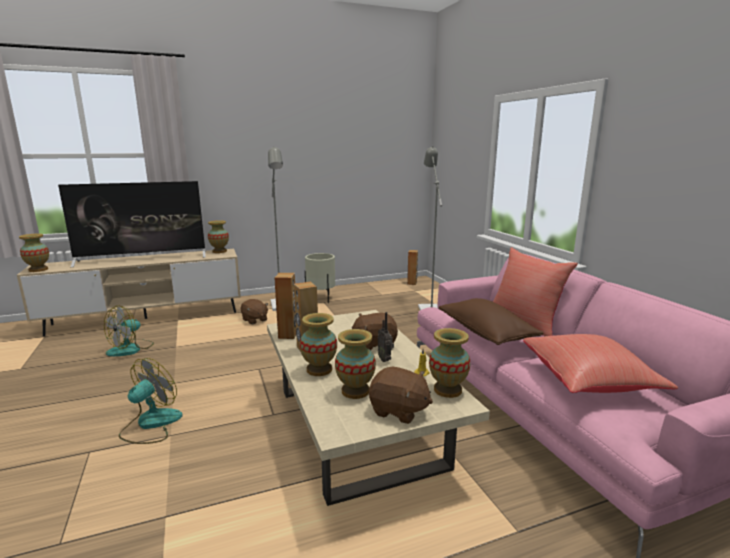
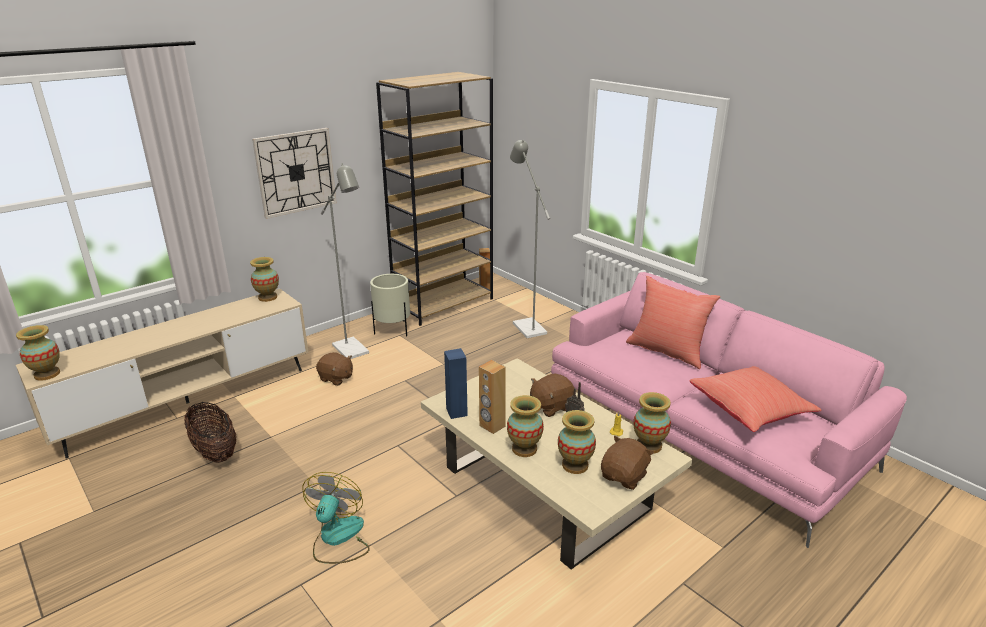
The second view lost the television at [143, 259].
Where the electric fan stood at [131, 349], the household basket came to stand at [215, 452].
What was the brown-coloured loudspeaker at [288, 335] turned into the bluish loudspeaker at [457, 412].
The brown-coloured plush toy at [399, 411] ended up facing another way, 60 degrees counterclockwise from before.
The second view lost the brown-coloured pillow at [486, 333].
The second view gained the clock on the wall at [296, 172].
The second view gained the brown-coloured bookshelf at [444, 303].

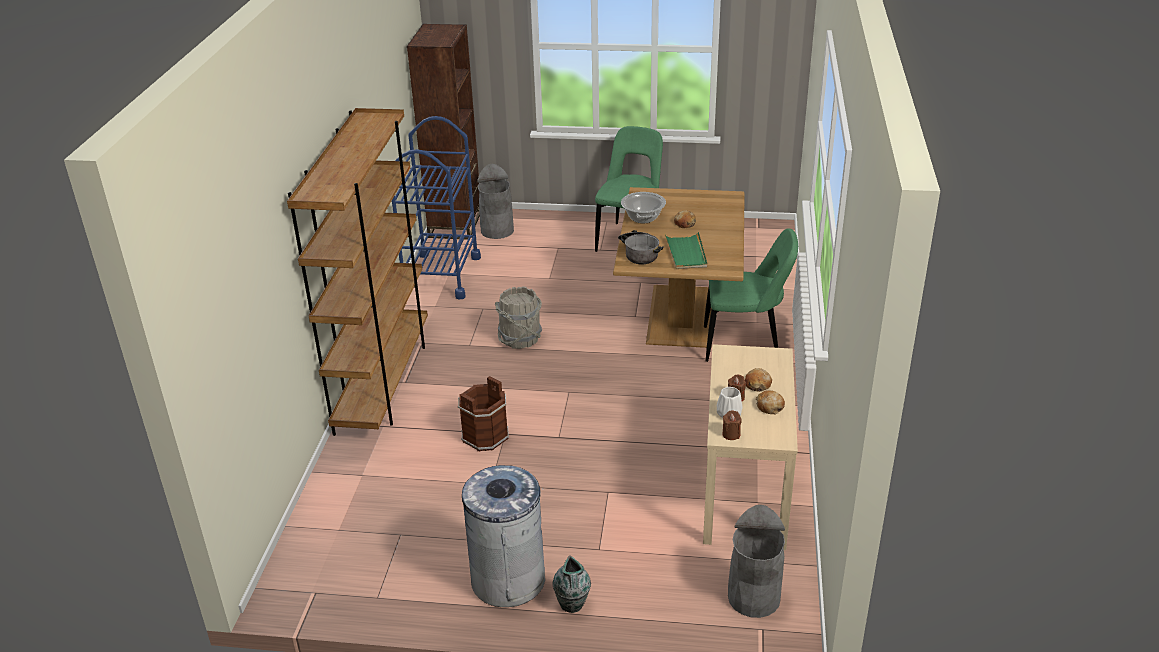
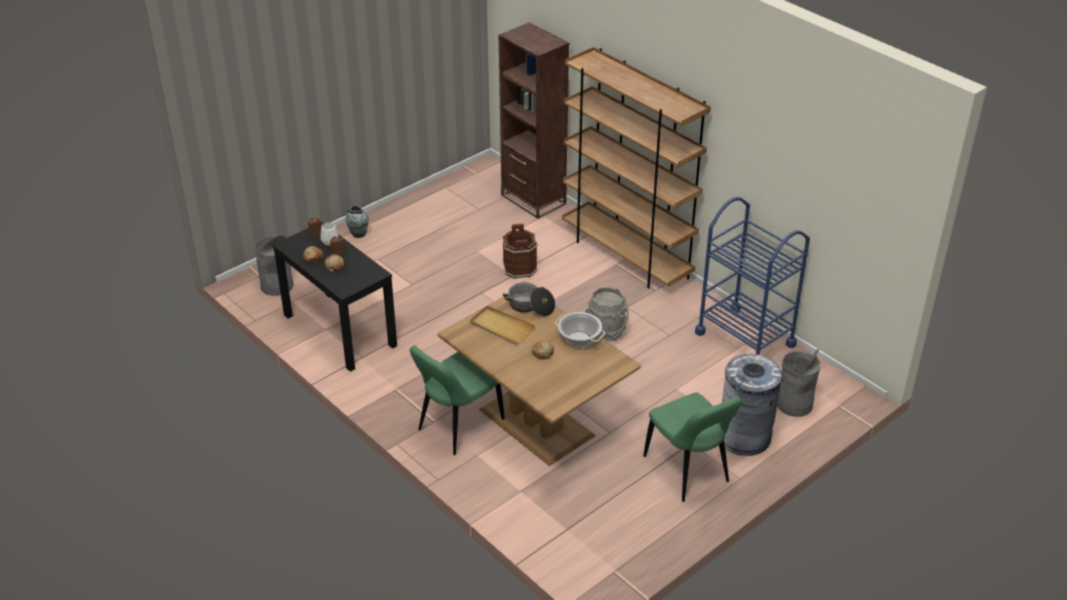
The brown-coloured bookshelf ended up elsewhere, having gone from [455, 224] to [533, 199].
The gray waste bin ended up elsewhere, having gone from [508, 579] to [744, 437].
What was the greenish carrying tray at [686, 253] turned into the beige-coloured carrying tray at [501, 327].
What was the beige-coloured narrow table at [745, 491] turned into the black narrow table at [339, 330].

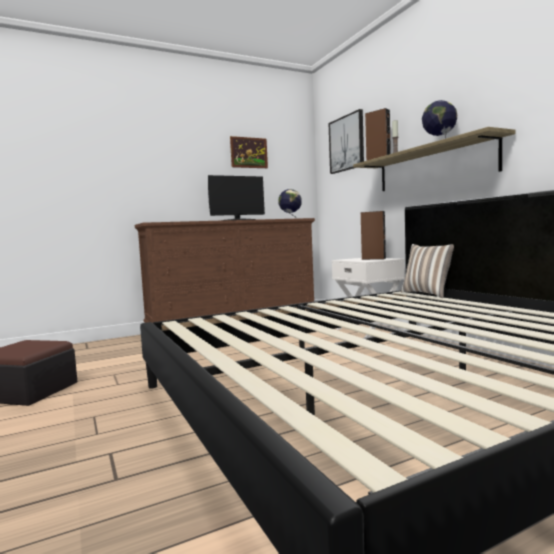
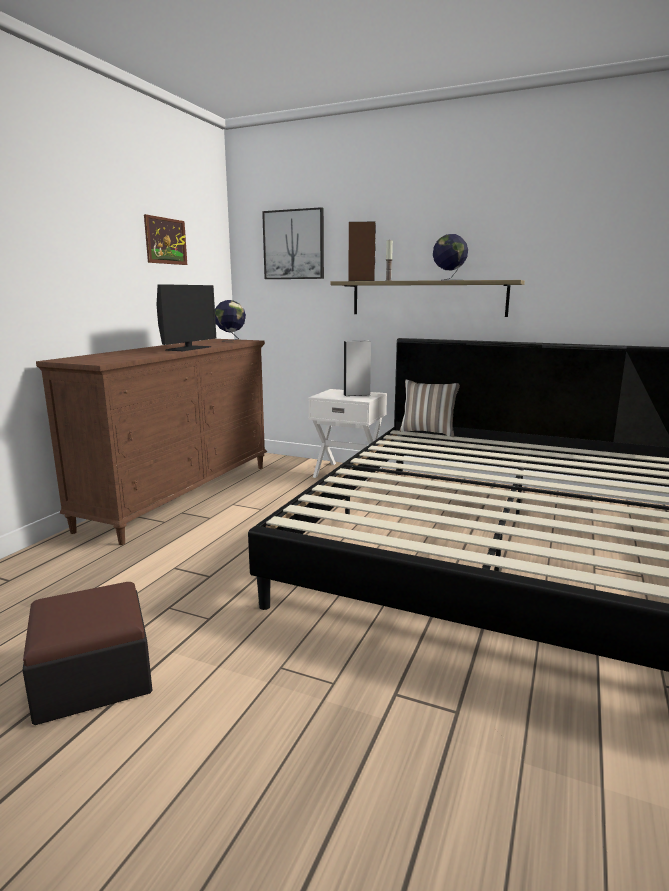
What was the brown-coloured loudspeaker at [373, 259] turned into the white loudspeaker at [356, 394].

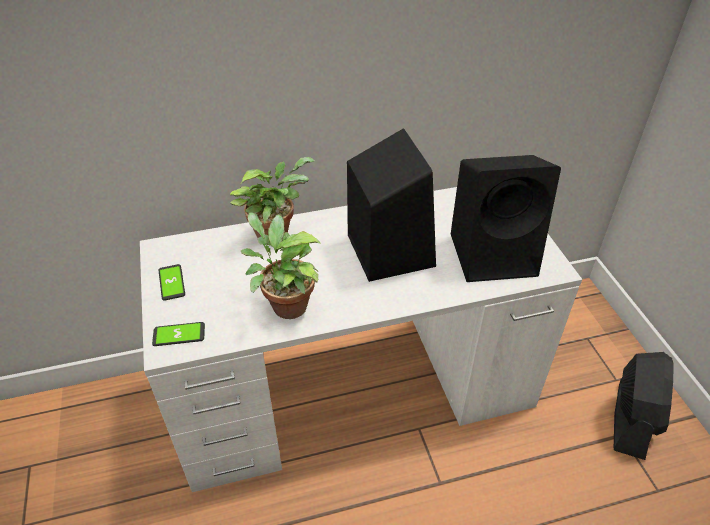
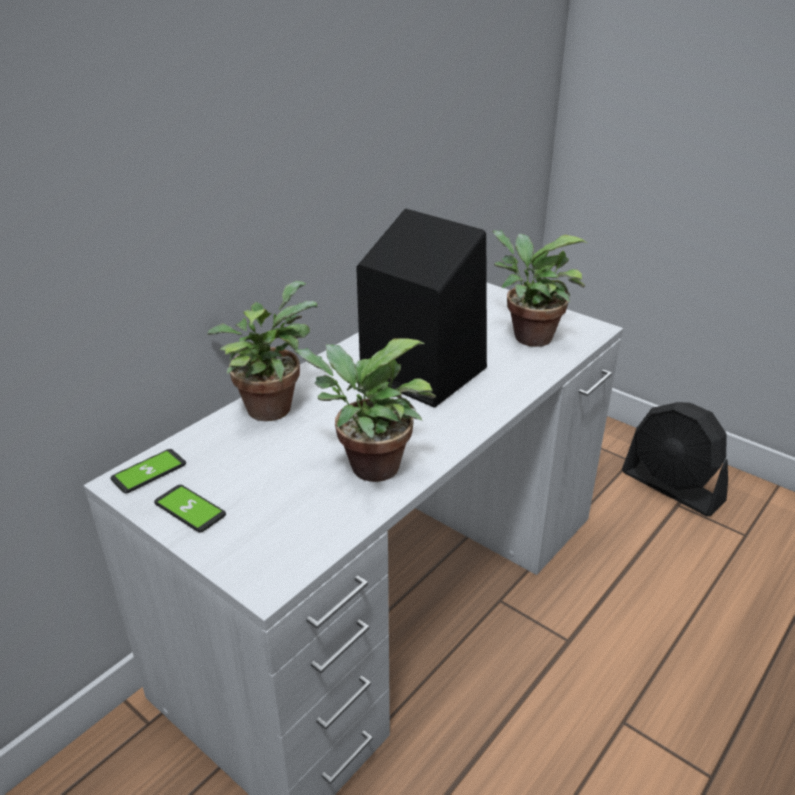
The telephone ended up elsewhere, having gone from [179, 334] to [149, 472].
Where the black loudspeaker stood at [495, 254], the houseplant came to stand at [527, 336].
The black electric fan at [631, 419] ended up facing another way, 150 degrees clockwise from before.

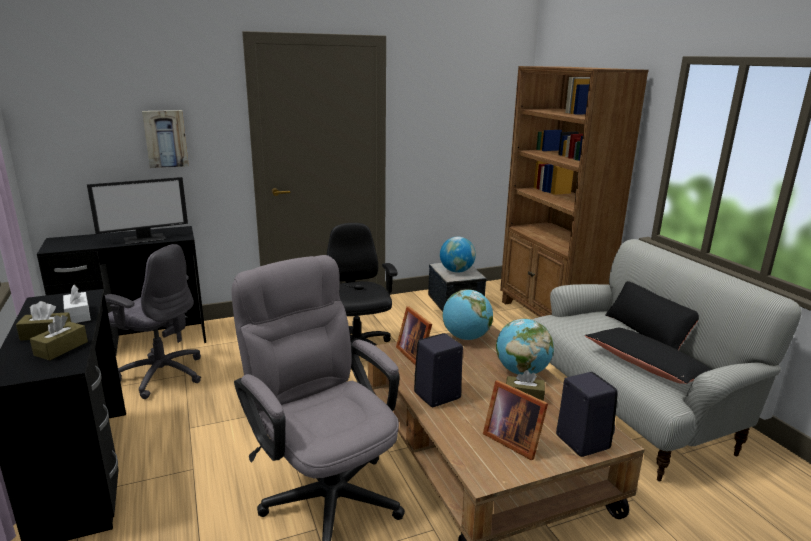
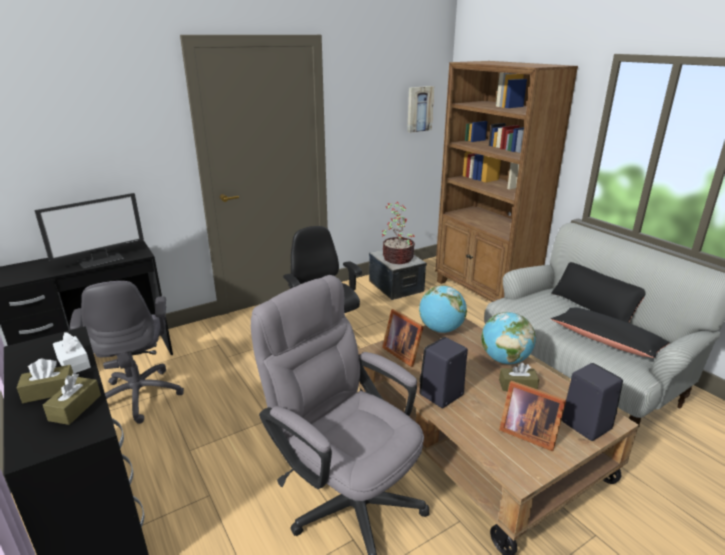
The gray desk chair at [162, 374] ended up facing another way, 60 degrees clockwise from before.
The picture ended up elsewhere, having gone from [166, 138] to [419, 109].
Where the desk globe stood at [456, 271], the houseplant came to stand at [397, 258].

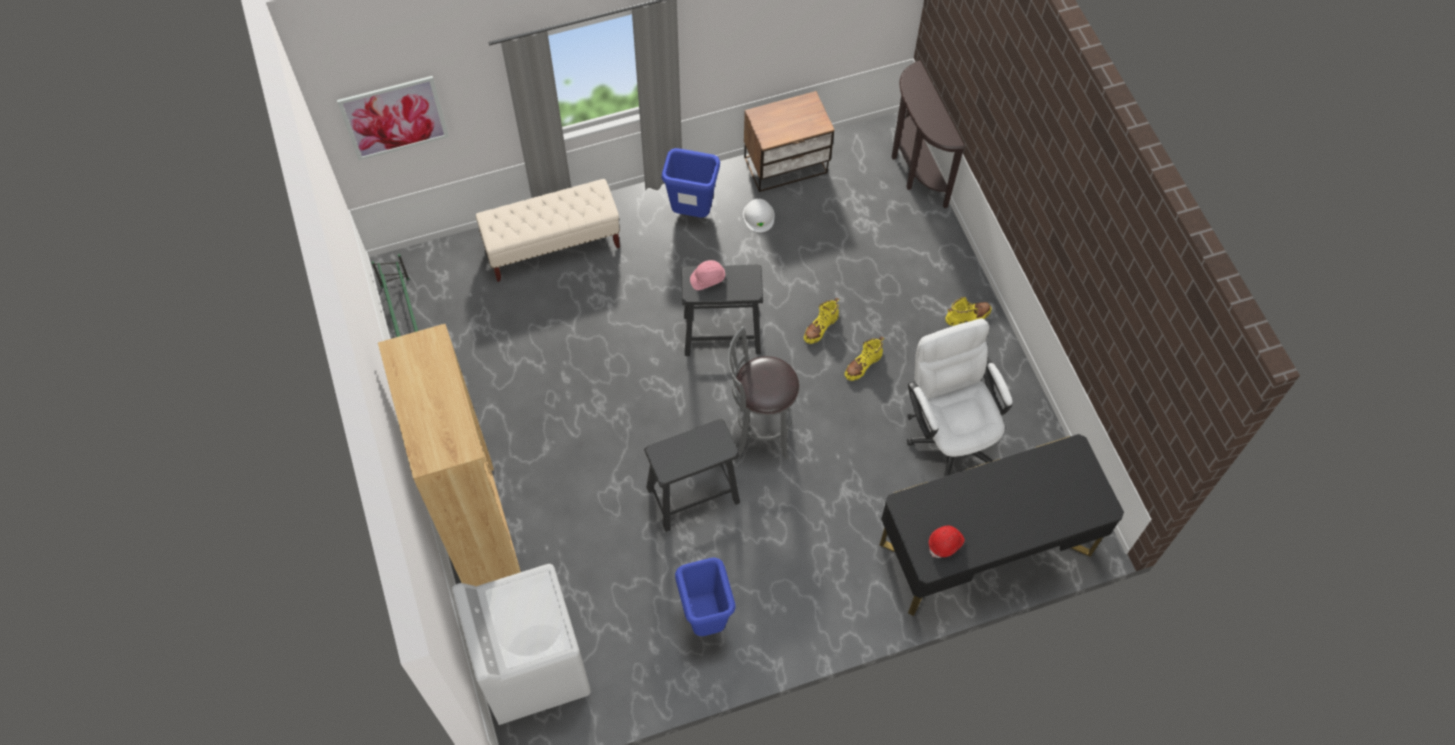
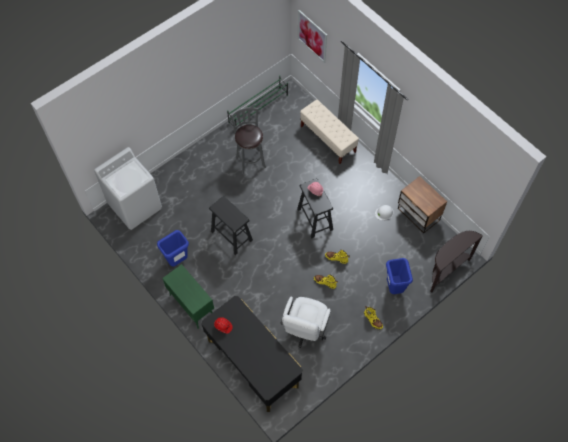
The second view lost the brown-coloured bookshelf at [479, 525].
The bluish waste bin ended up elsewhere, having gone from [692, 213] to [394, 288].
The gray sitting stool ended up elsewhere, having gone from [759, 432] to [250, 160].
The white desk chair at [949, 433] ended up facing another way, 150 degrees clockwise from before.
The second view gained the greenish cabinet at [191, 305].

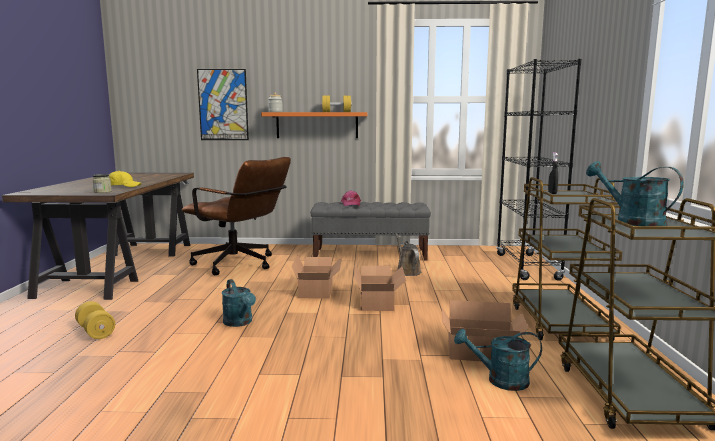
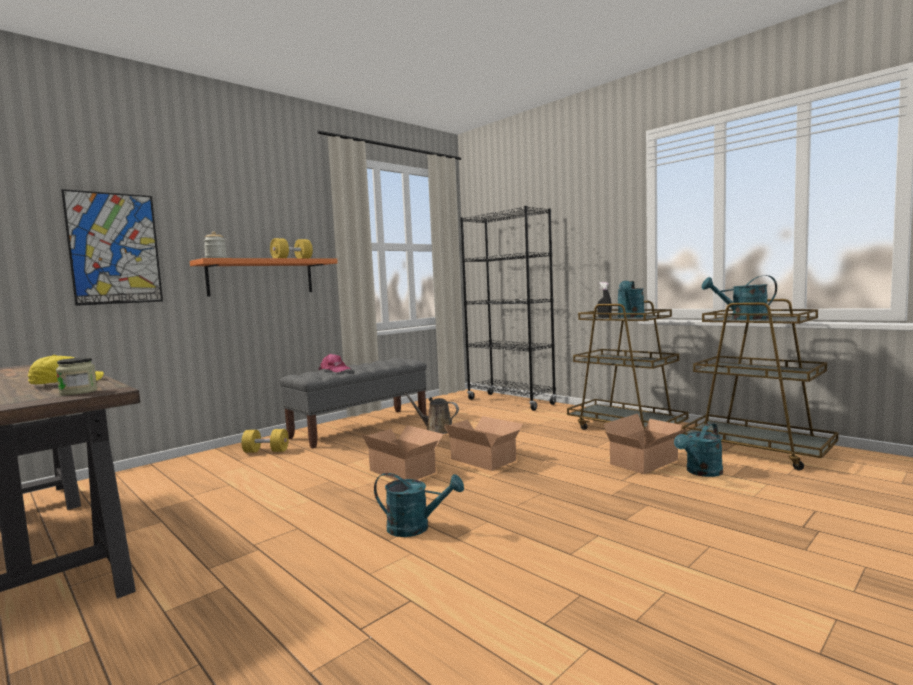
The yellow dumbbell ended up elsewhere, having gone from [96, 331] to [266, 451].
The second view lost the brown-coloured desk chair at [240, 265].
The second view gained the turquoise watering can at [630, 317].

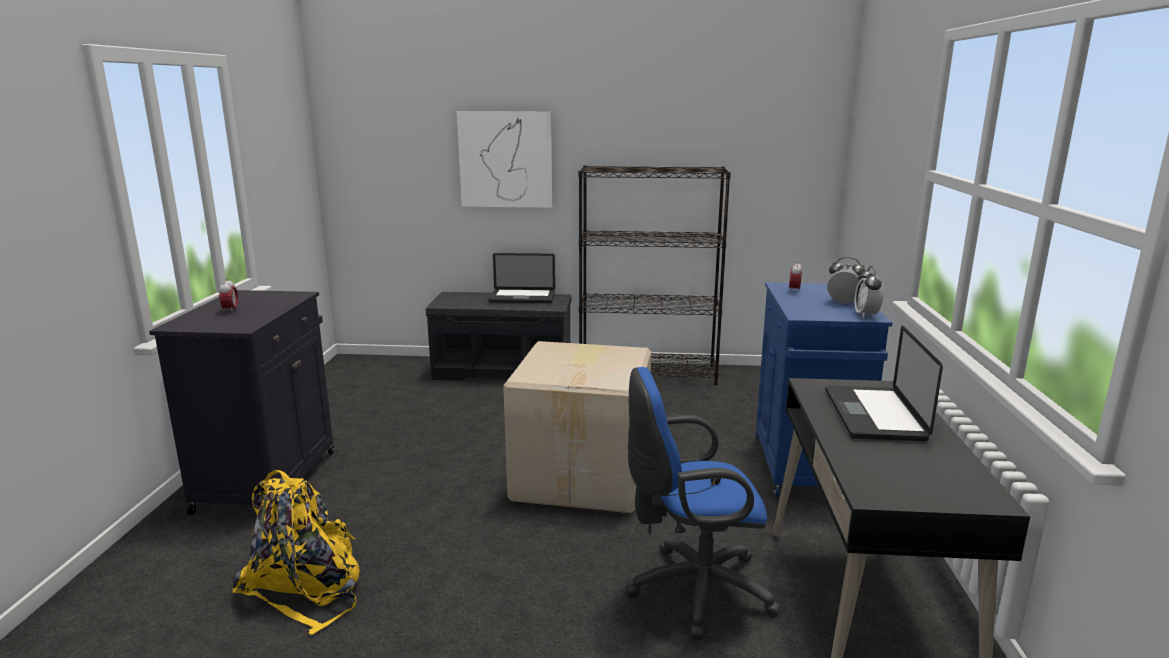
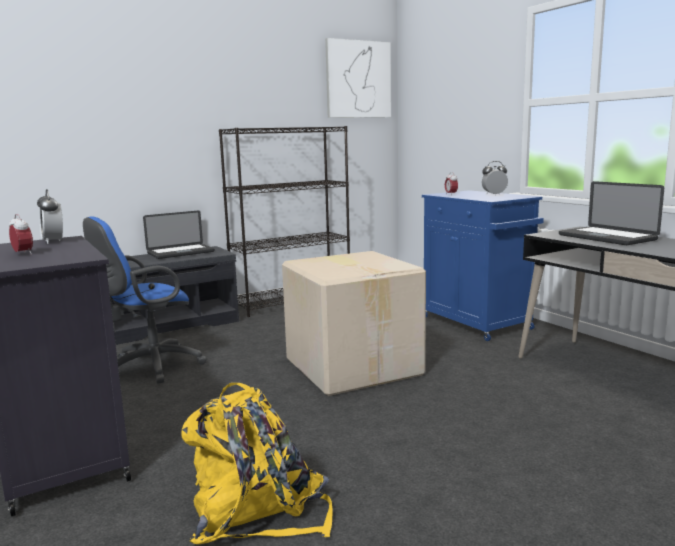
The picture ended up elsewhere, having gone from [506, 159] to [358, 79].
The bluish desk chair ended up elsewhere, having gone from [692, 590] to [149, 368].
The bedside clock ended up elsewhere, having gone from [866, 315] to [53, 241].

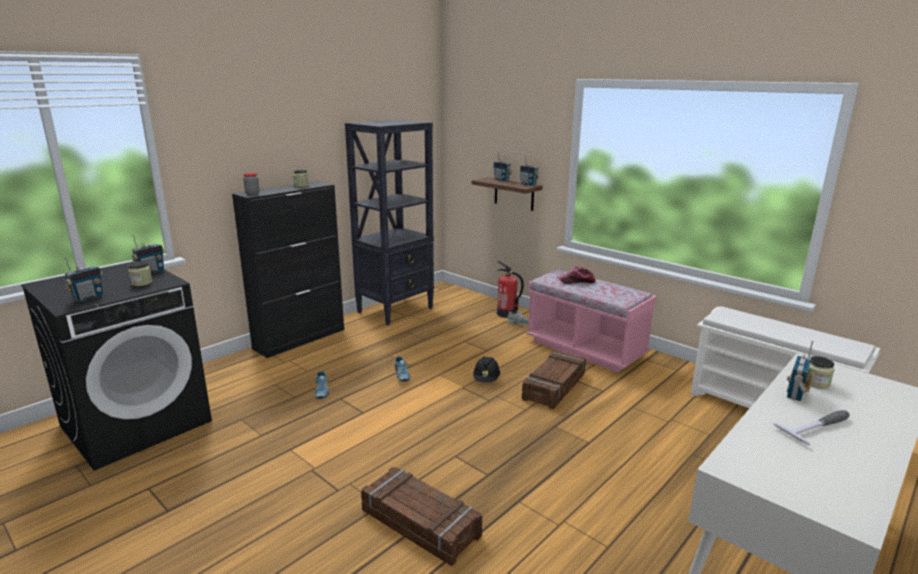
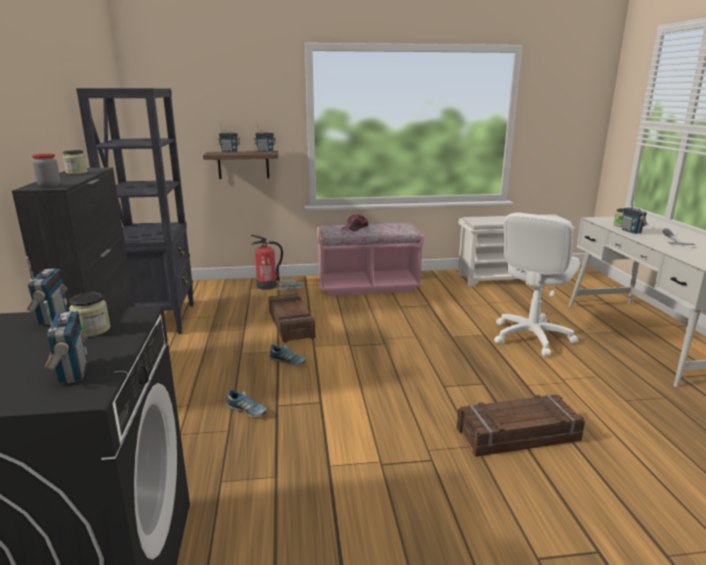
The second view lost the black hard hat at [486, 379].
The packing crate ended up elsewhere, having gone from [555, 386] to [291, 324].
The second view gained the white desk chair at [531, 337].

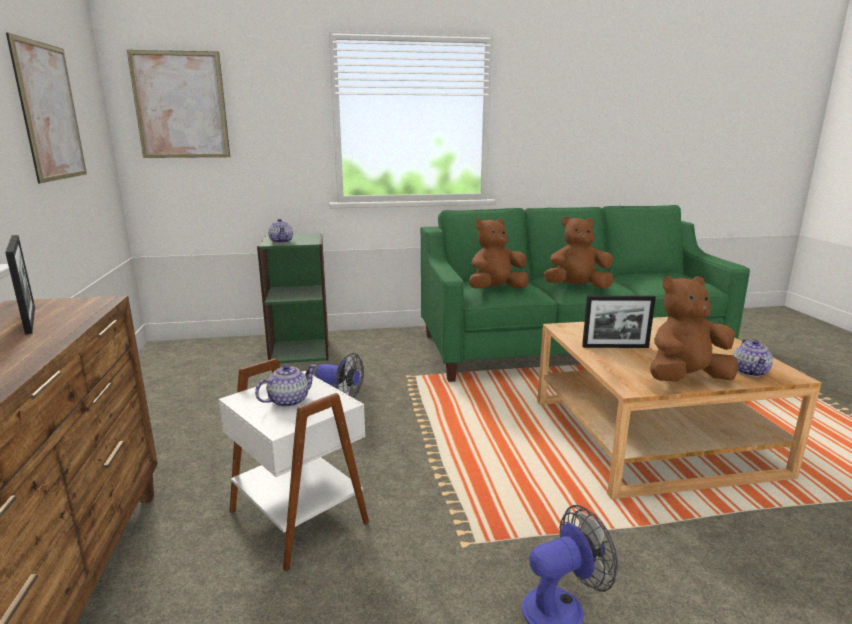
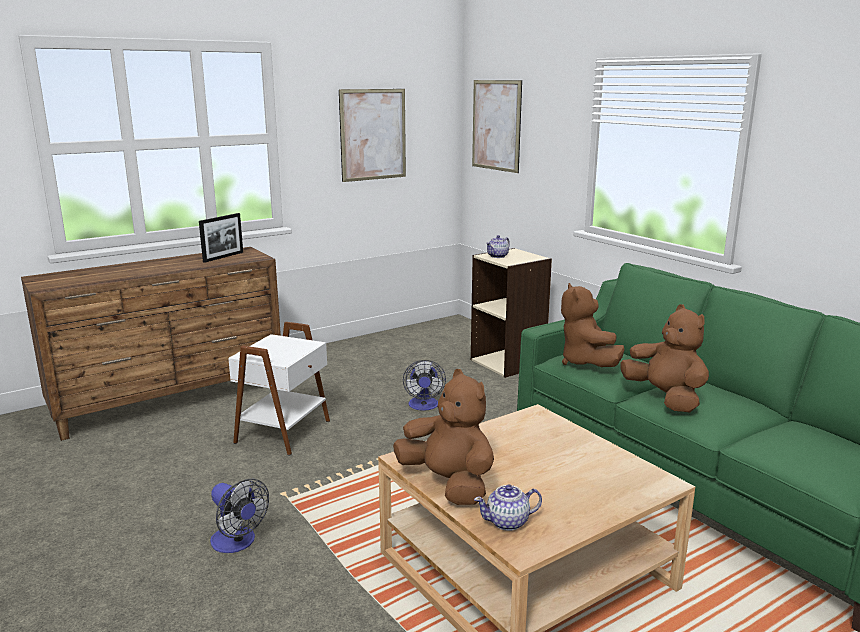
The second view lost the pot for tea at [288, 401].
What was the greenish bookshelf at [300, 351] turned into the beige-coloured bookshelf at [508, 362].
The brown-coloured plush toy at [496, 290] ended up facing another way, 135 degrees counterclockwise from before.
The second view lost the picture frame at [615, 347].

